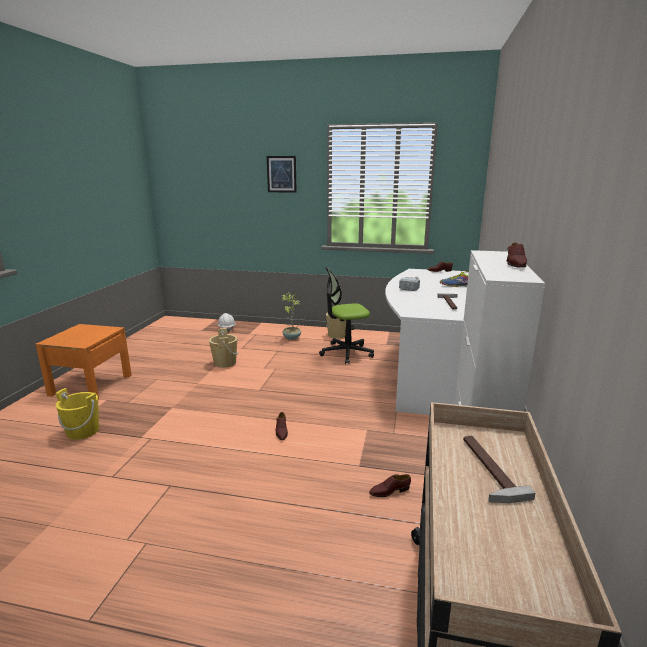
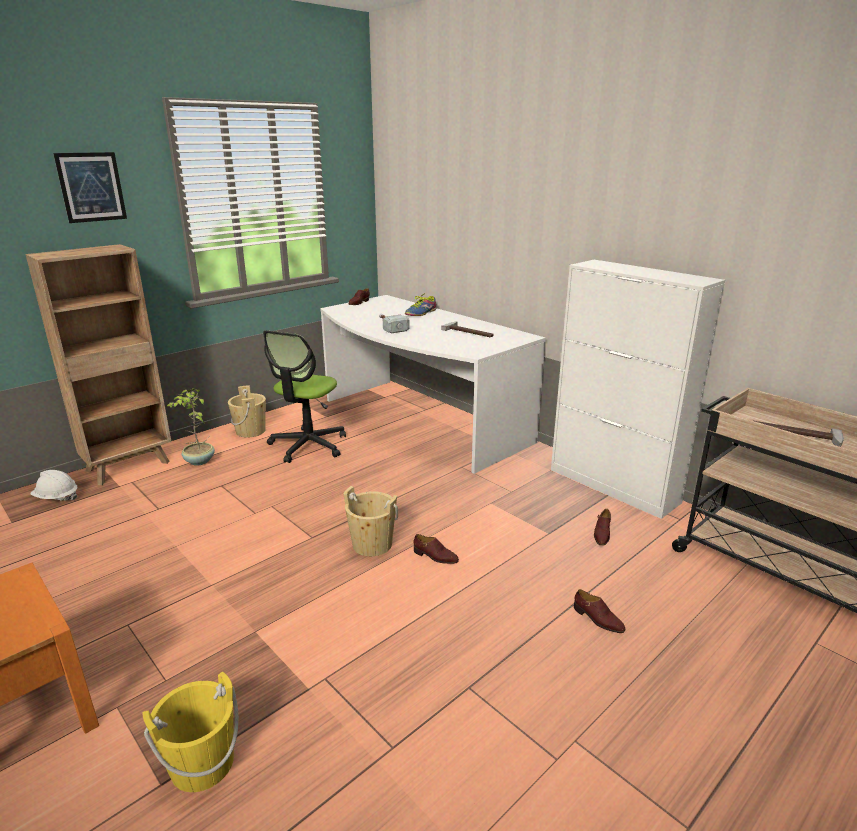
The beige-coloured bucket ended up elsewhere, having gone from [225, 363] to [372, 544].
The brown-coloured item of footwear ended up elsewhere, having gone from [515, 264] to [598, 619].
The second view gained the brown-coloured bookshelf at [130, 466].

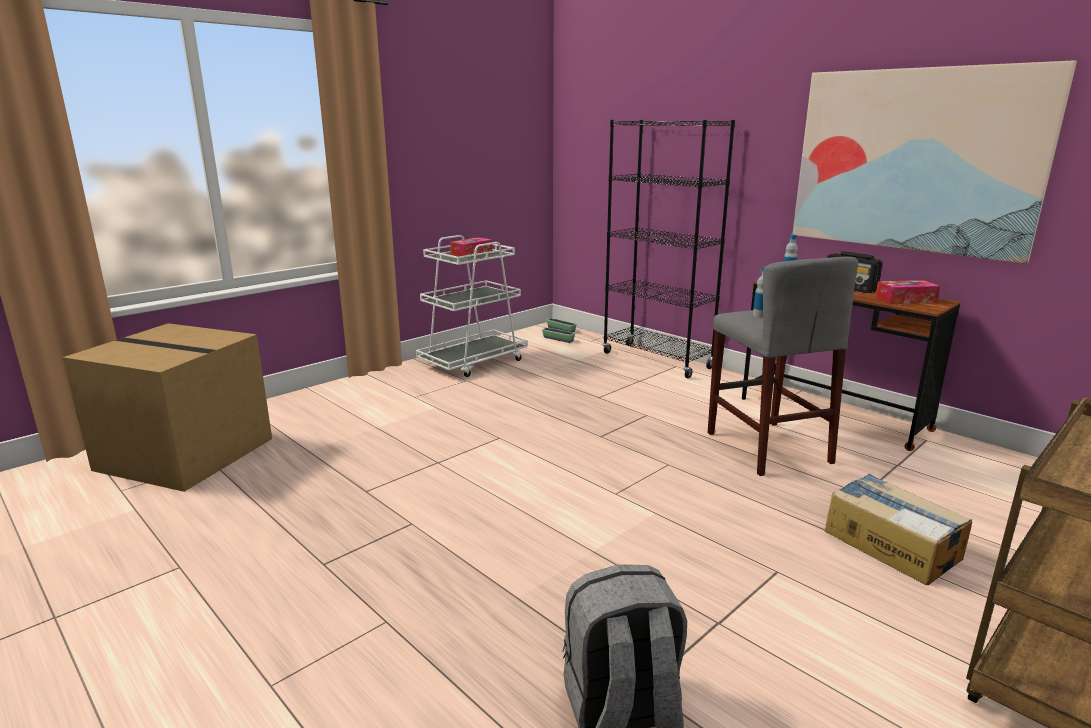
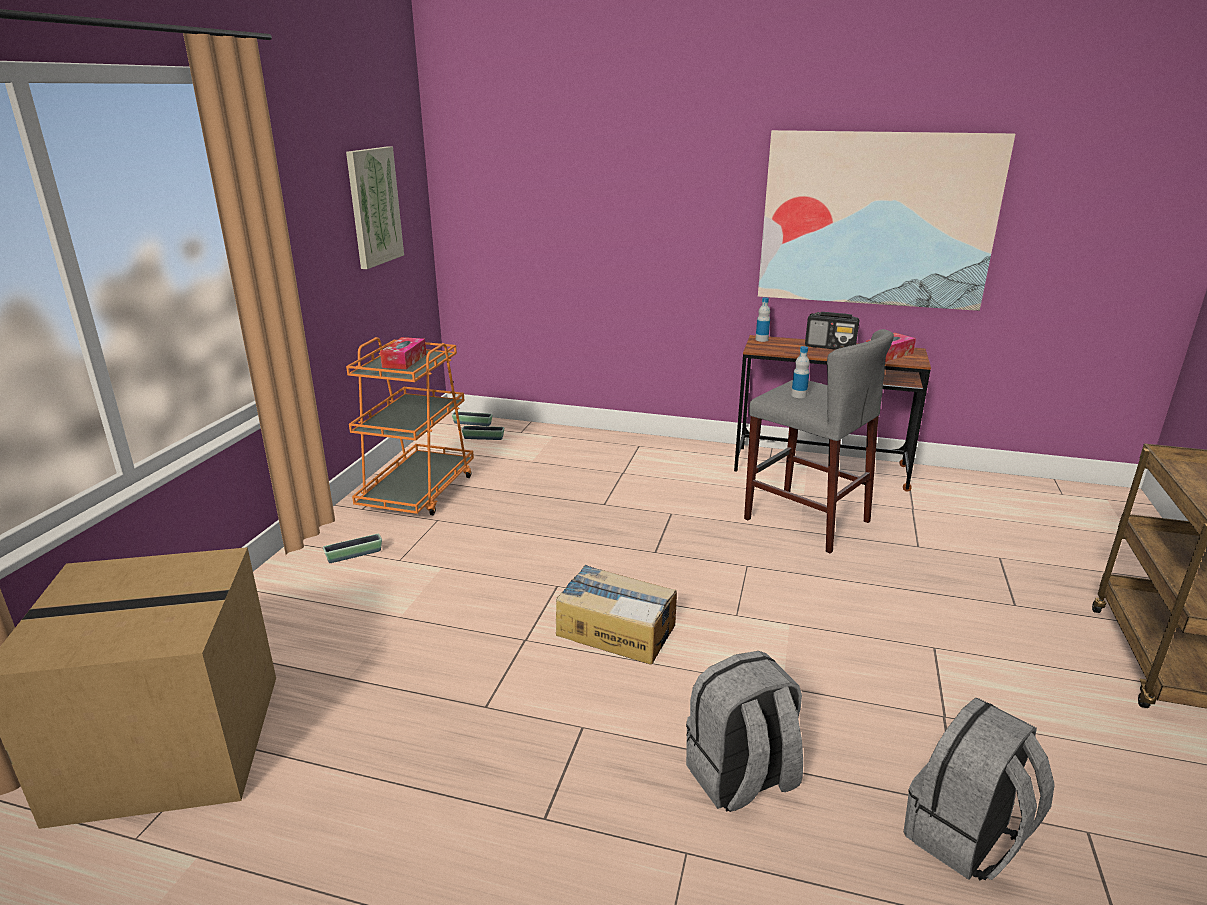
What was the white wheeled cart at [474, 362] turned into the orange wheeled cart at [418, 492].
The second view lost the black bookshelf at [657, 360].
The carton ended up elsewhere, having gone from [891, 544] to [615, 629].
The second view gained the plant pot at [354, 555].
The second view gained the picture at [374, 206].
The second view gained the gray backpack at [741, 779].

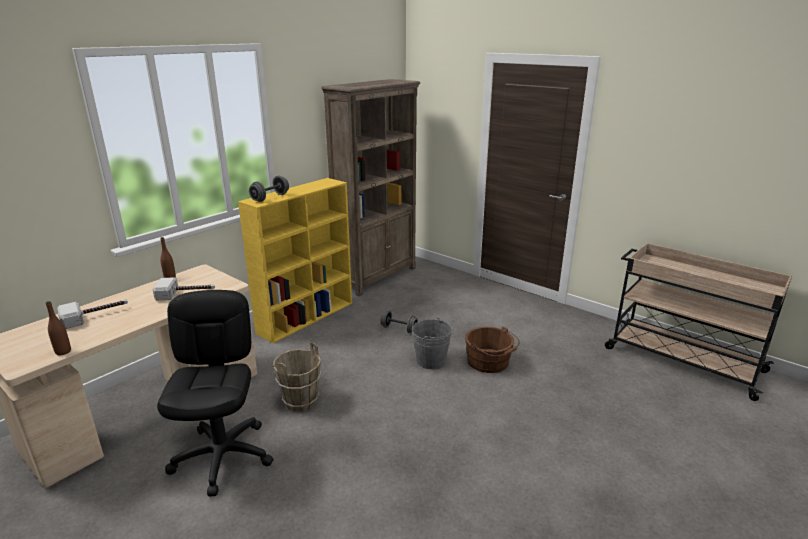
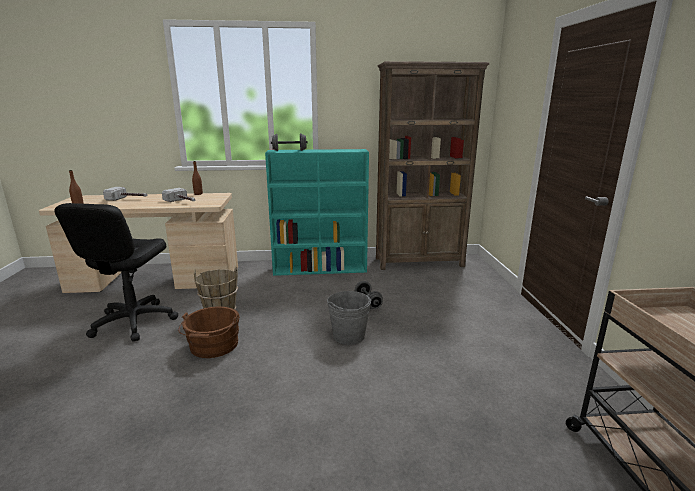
The black desk chair at [223, 456] ended up facing another way, 150 degrees clockwise from before.
What was the yellow bookshelf at [307, 317] turned into the turquoise bookshelf at [321, 269].
The brown-coloured bucket ended up elsewhere, having gone from [490, 362] to [213, 346].

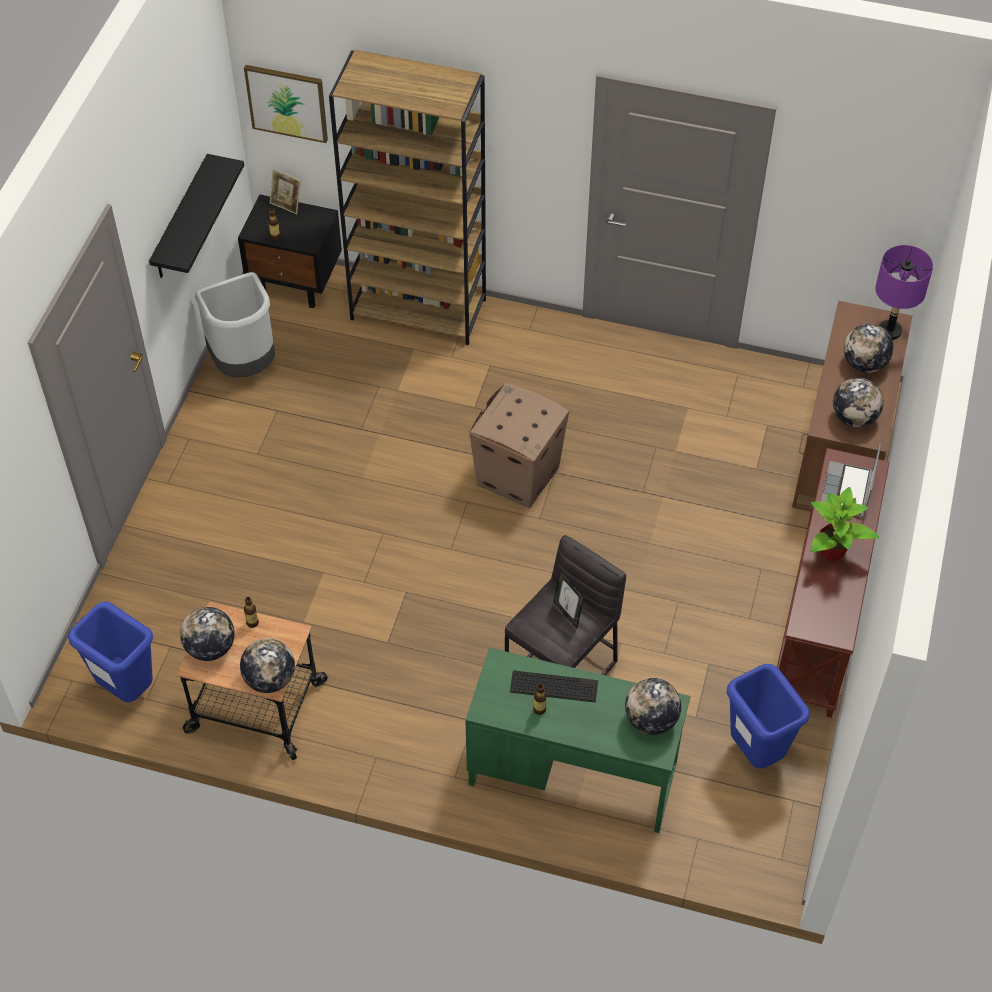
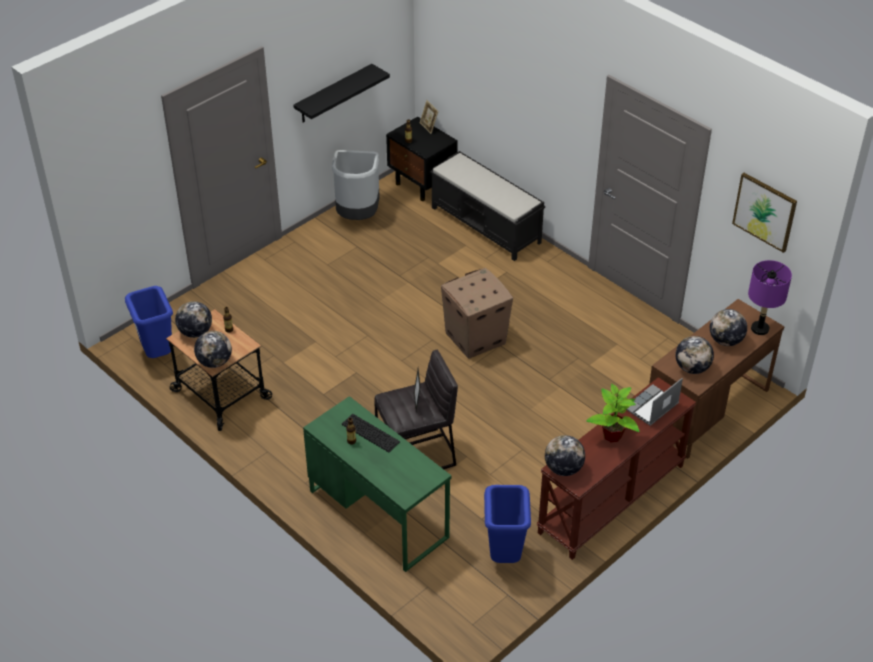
The picture ended up elsewhere, having gone from [287, 102] to [765, 211].
Where the brown-coloured bookshelf stood at [419, 309], the black long seat came to stand at [486, 225].
The desk globe ended up elsewhere, having gone from [651, 720] to [563, 469].

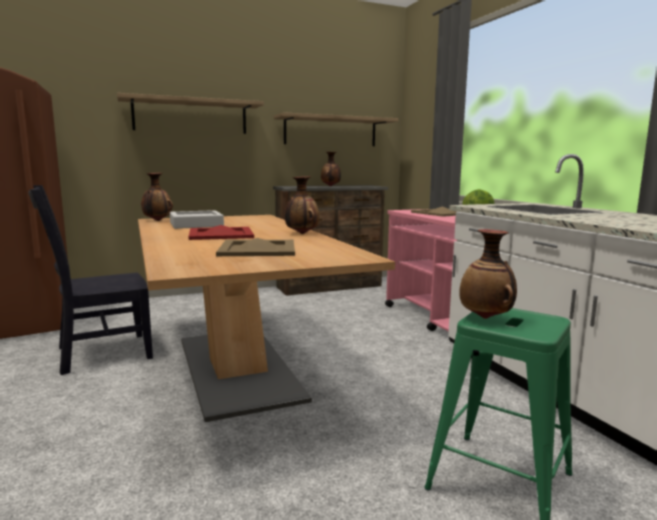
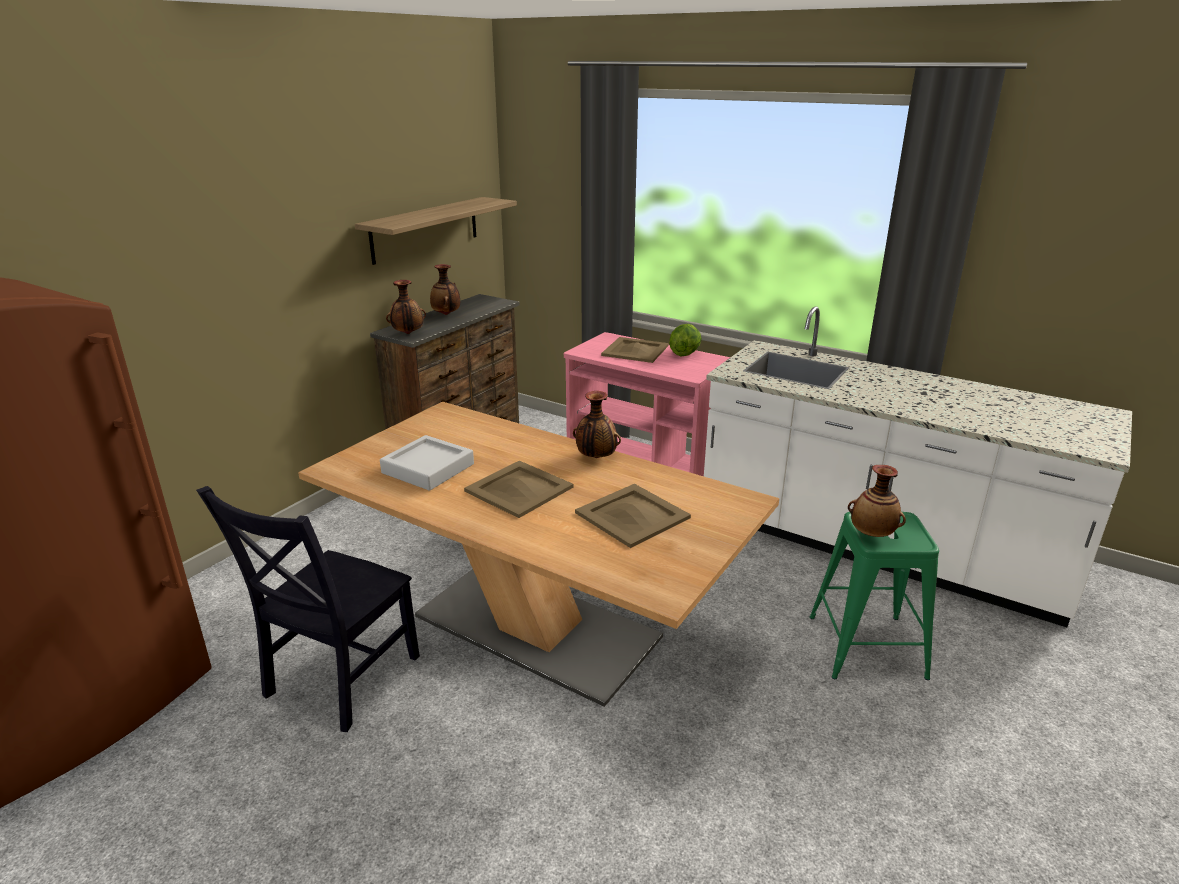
The second view lost the shelf at [190, 116].
The decorative vase ended up elsewhere, having gone from [157, 220] to [408, 333].
What was the red carrying tray at [221, 234] turned into the beige-coloured carrying tray at [520, 489].

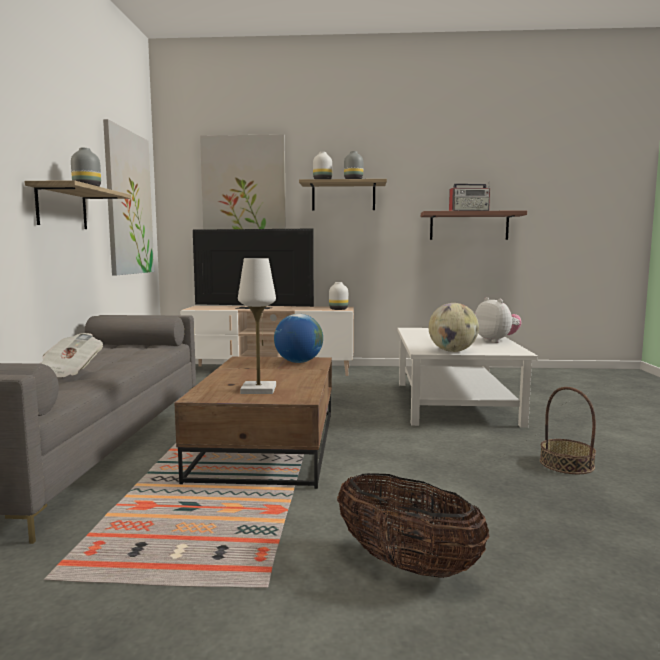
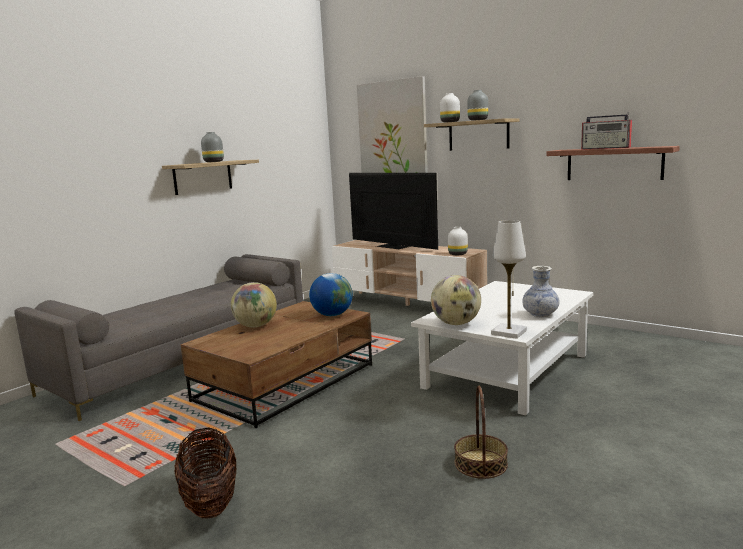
The second view lost the newspaper at [69, 373].
The second view lost the picture at [129, 203].
The white table lamp ended up elsewhere, having gone from [258, 390] to [509, 332].
Where the plush toy stood at [496, 341], the decorative vase came to stand at [540, 314].
The second view gained the desk globe at [255, 326].

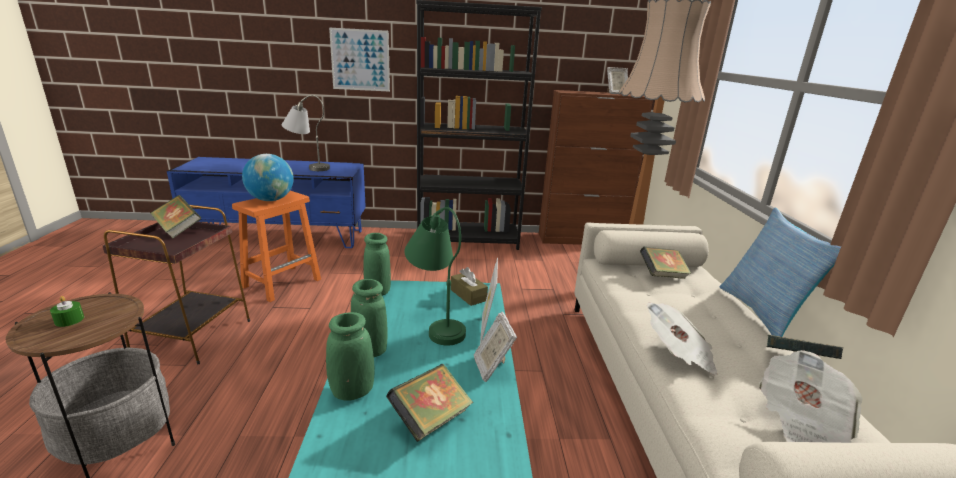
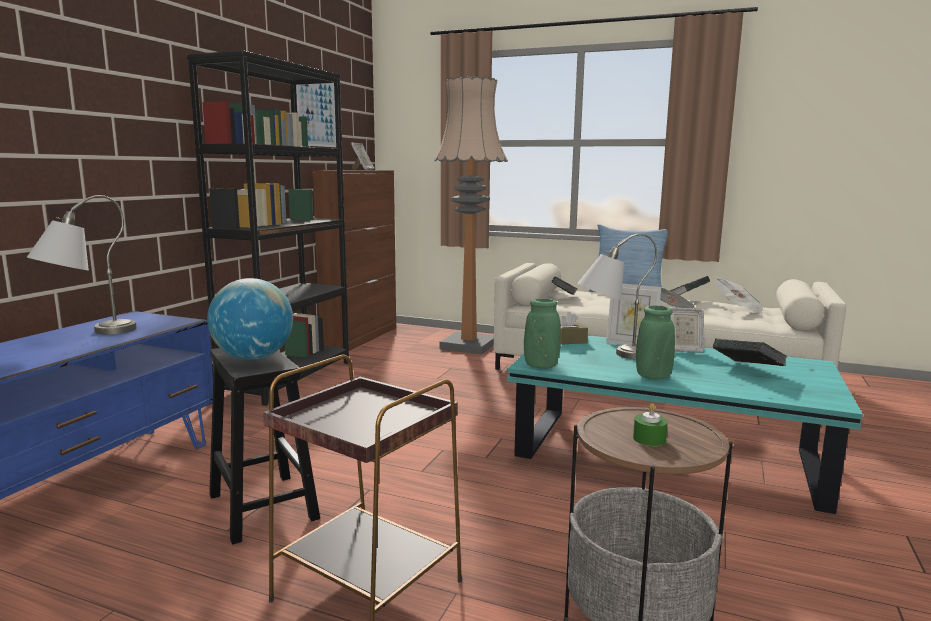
The second view lost the bound book at [178, 230].
What was the orange sitting stool at [283, 282] turned into the black sitting stool at [261, 506].
The second view lost the greenish decorative vase at [352, 391].
The picture ended up elsewhere, having gone from [360, 60] to [316, 112].
What was the greenish table lamp at [436, 321] turned into the gray table lamp at [610, 354].

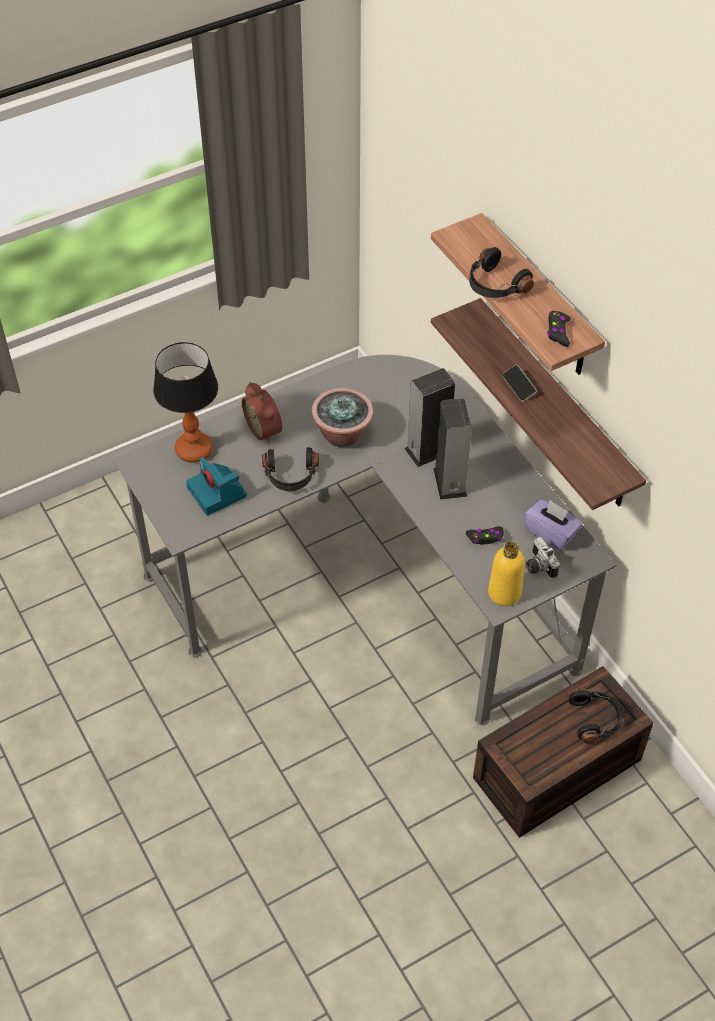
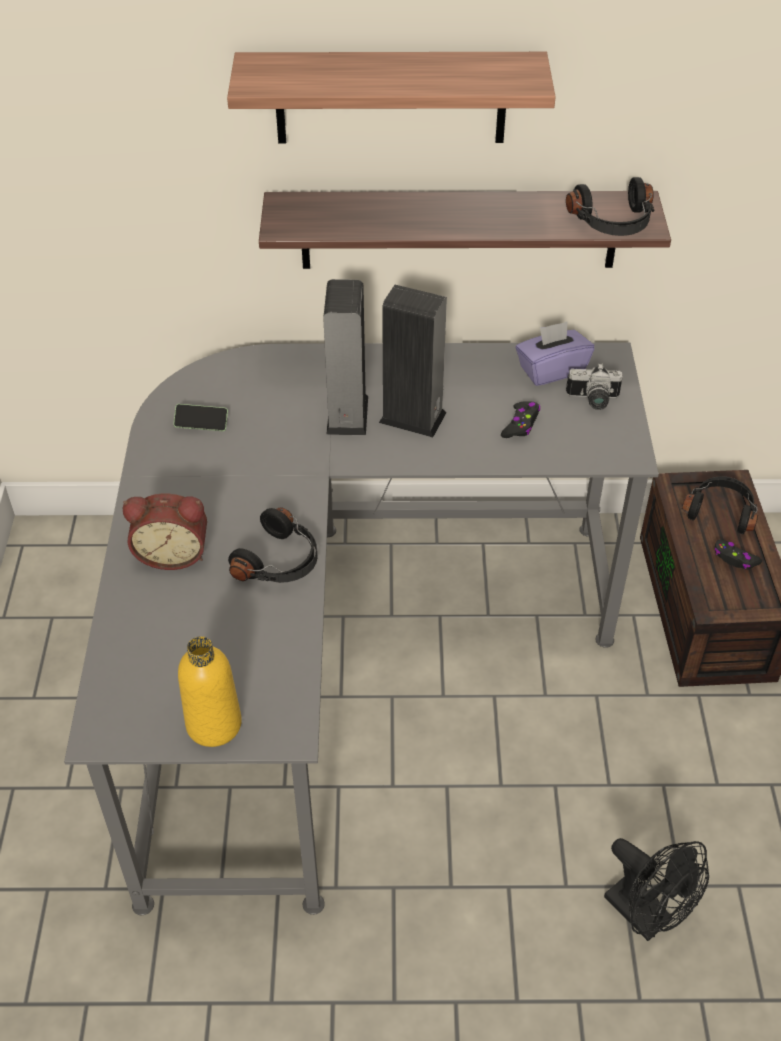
The second view lost the table lamp at [194, 449].
The second view lost the still camera at [218, 493].
The second view lost the houseplant at [342, 435].
The black pair of headphones ended up elsewhere, having gone from [495, 285] to [613, 223].
The yellow bottle ended up elsewhere, having gone from [504, 593] to [214, 724].
The telephone ended up elsewhere, having gone from [518, 387] to [201, 423].
The black joypad ended up elsewhere, having gone from [558, 332] to [735, 559].
The second view gained the black electric fan at [646, 916].

